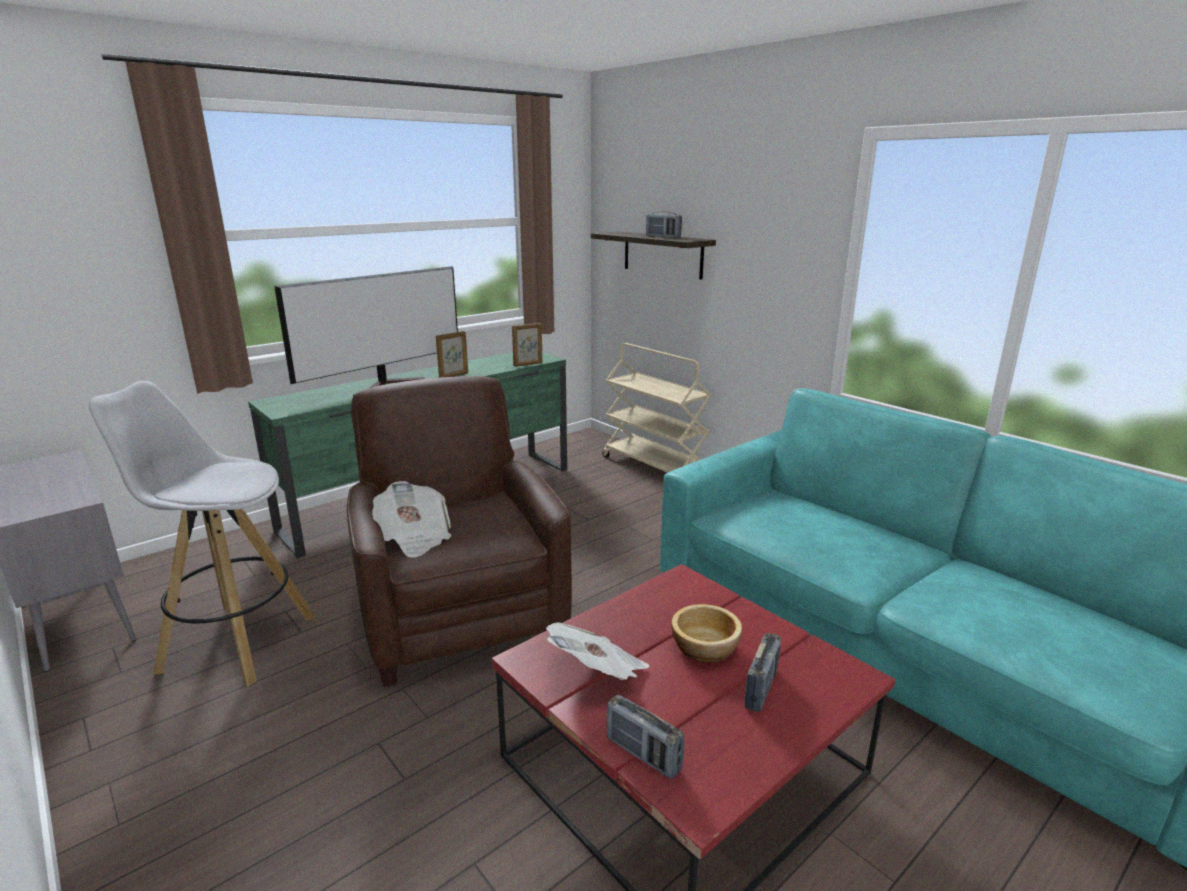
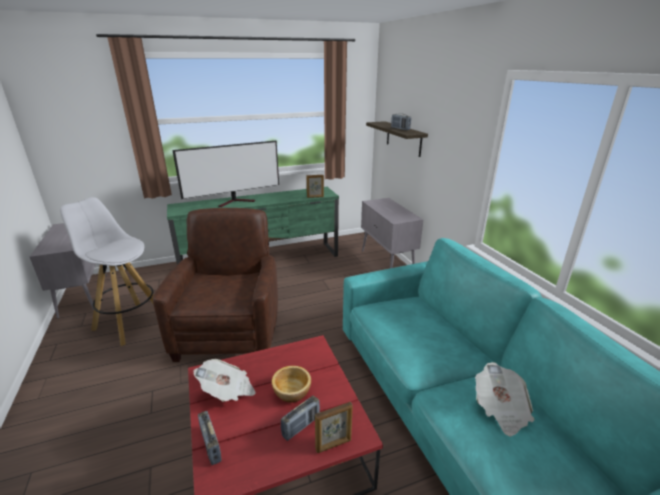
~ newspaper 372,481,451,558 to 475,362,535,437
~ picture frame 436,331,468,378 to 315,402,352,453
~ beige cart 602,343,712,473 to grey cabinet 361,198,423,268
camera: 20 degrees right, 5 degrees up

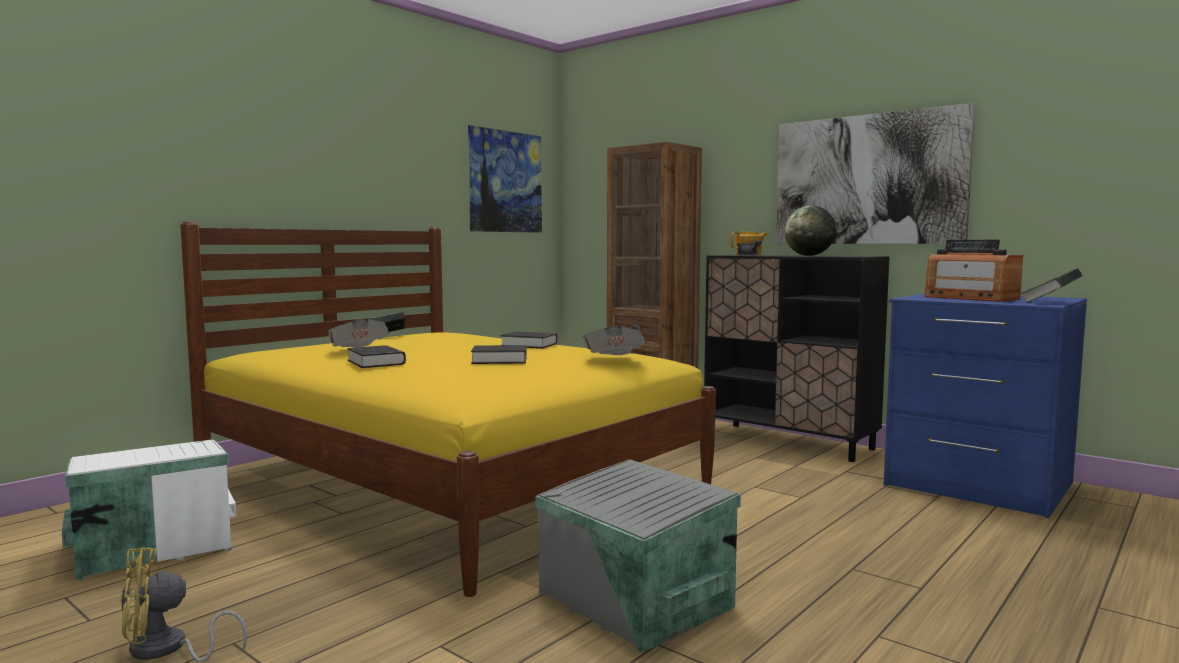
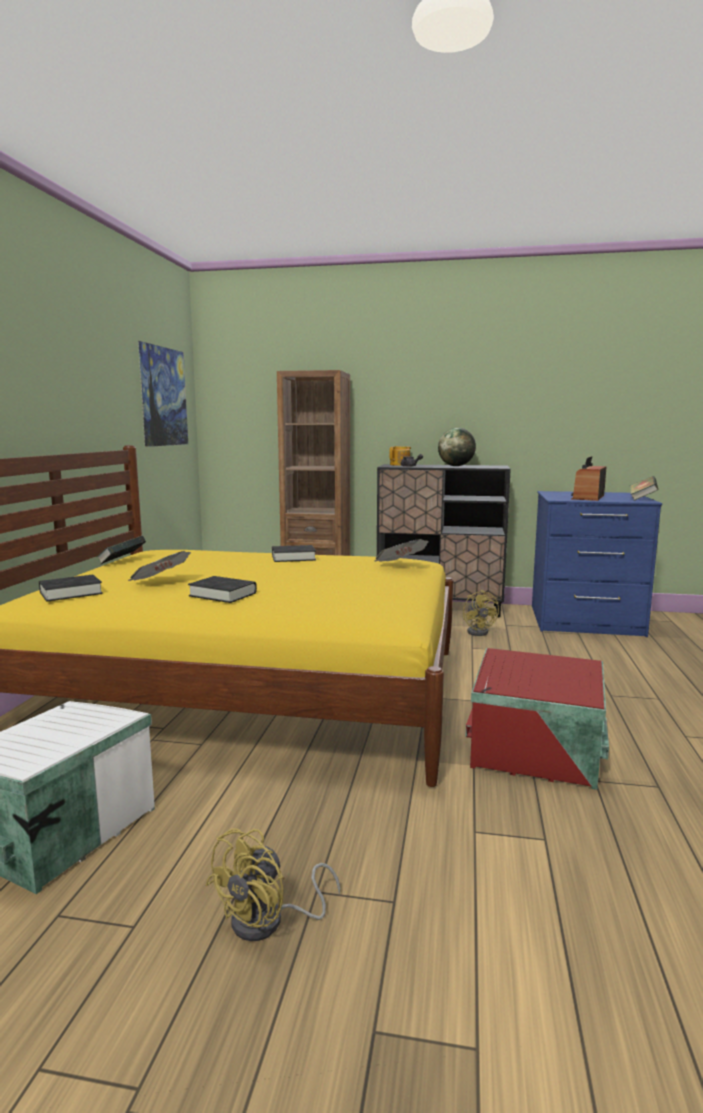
- picture 776,103,975,244
+ yellow fan 463,590,499,636
~ black book 471,345,527,364 to 39,575,103,602
~ grey storage box 535,459,741,653 to red storage box 465,648,609,790
~ radio 924,240,1023,302 = 571,456,607,501 90 degrees clockwise
camera: 30 degrees left, 5 degrees up

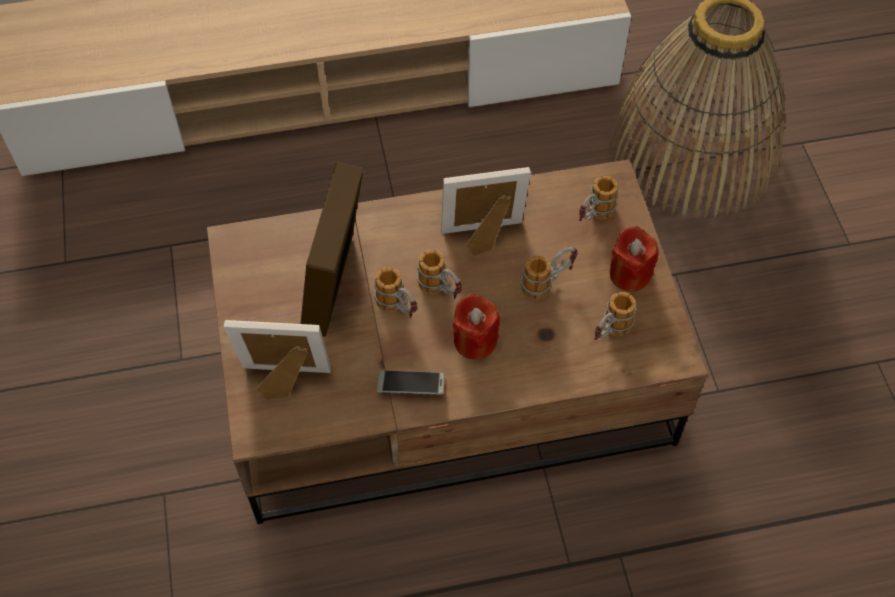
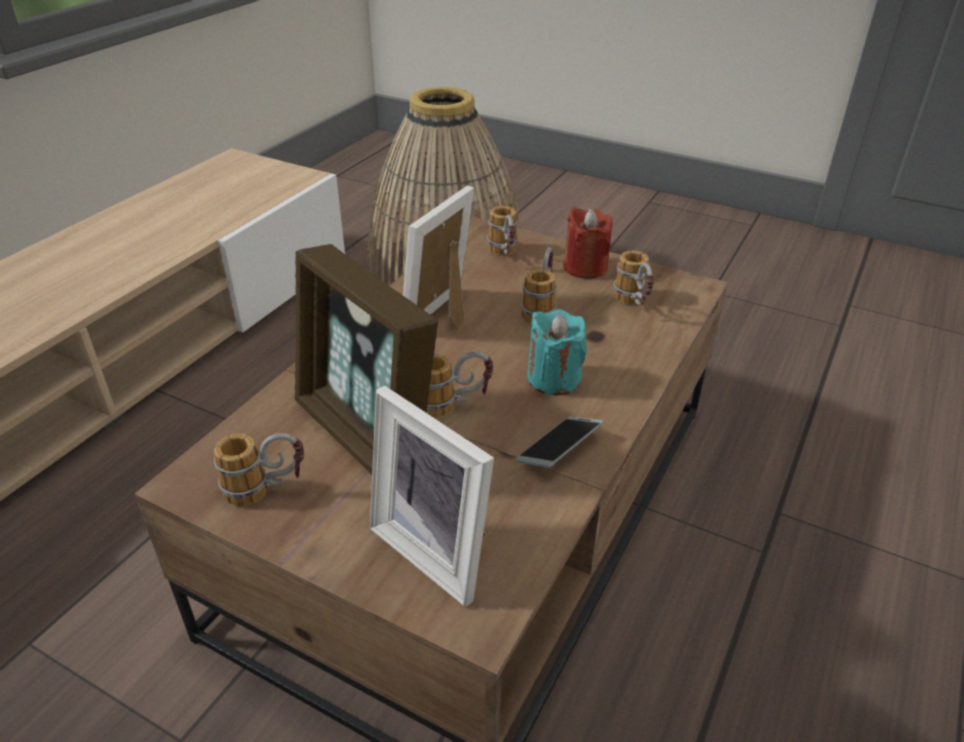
~ mug 417,250,462,299 to 214,433,304,506
~ red candle 453,293,500,359 to turquoise candle 527,309,587,395
~ picture frame 224,320,331,400 = 370,386,494,606 90 degrees counterclockwise
camera: 50 degrees left, 20 degrees down

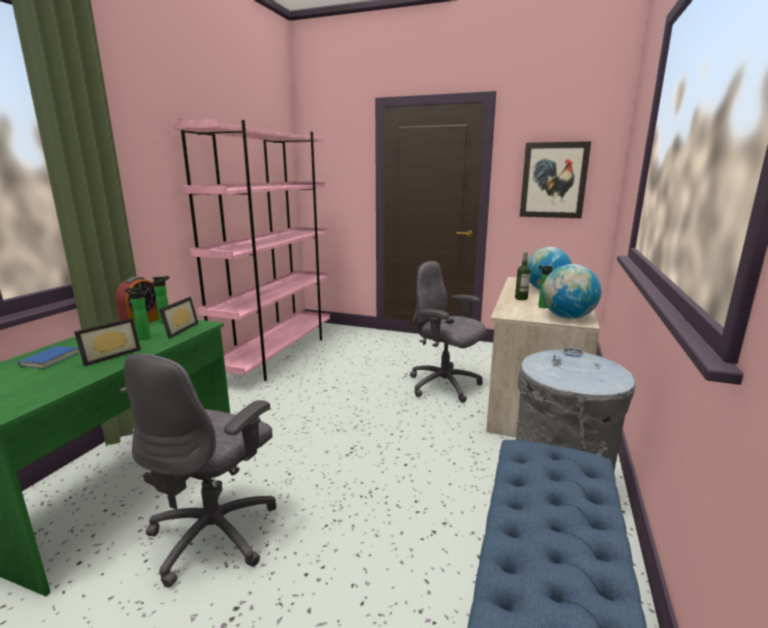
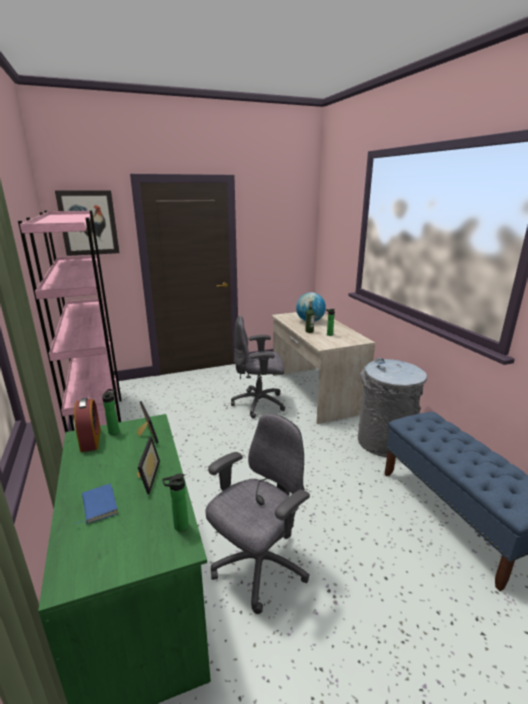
- globe 542,264,601,319
~ bottle 125,288,151,340 to 162,473,189,532
~ picture 520,141,591,218 to 55,190,119,256
~ grey office chair 124,353,277,588 = 205,414,310,614 120 degrees counterclockwise
camera: 40 degrees left, 5 degrees up

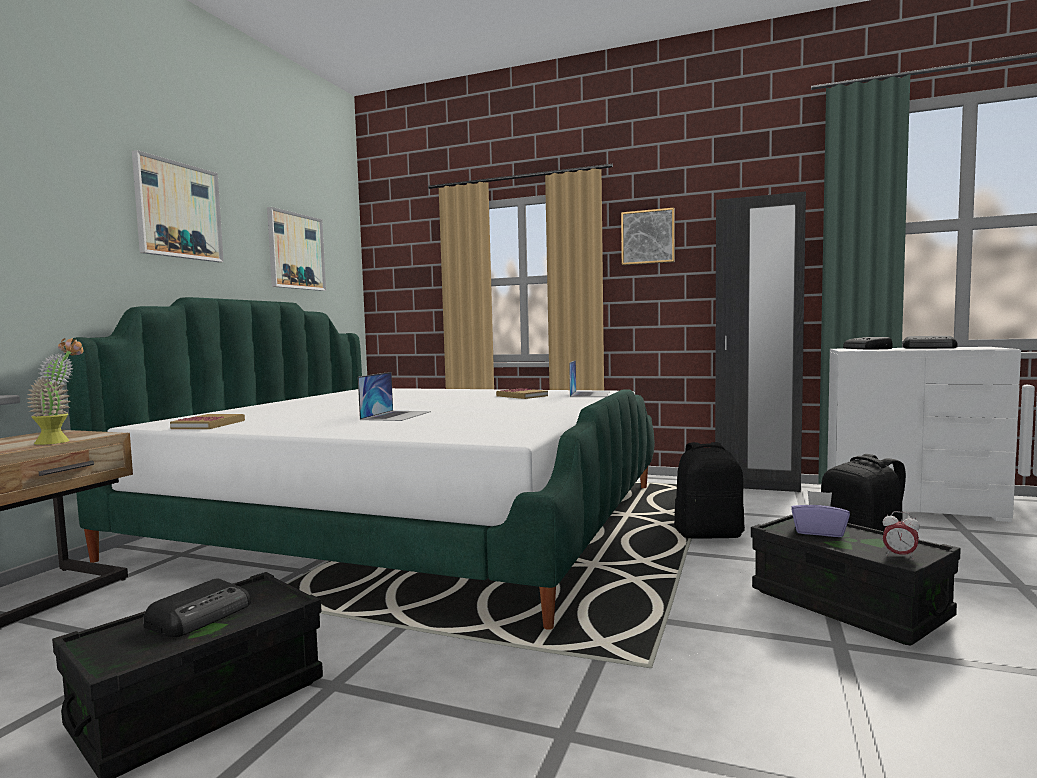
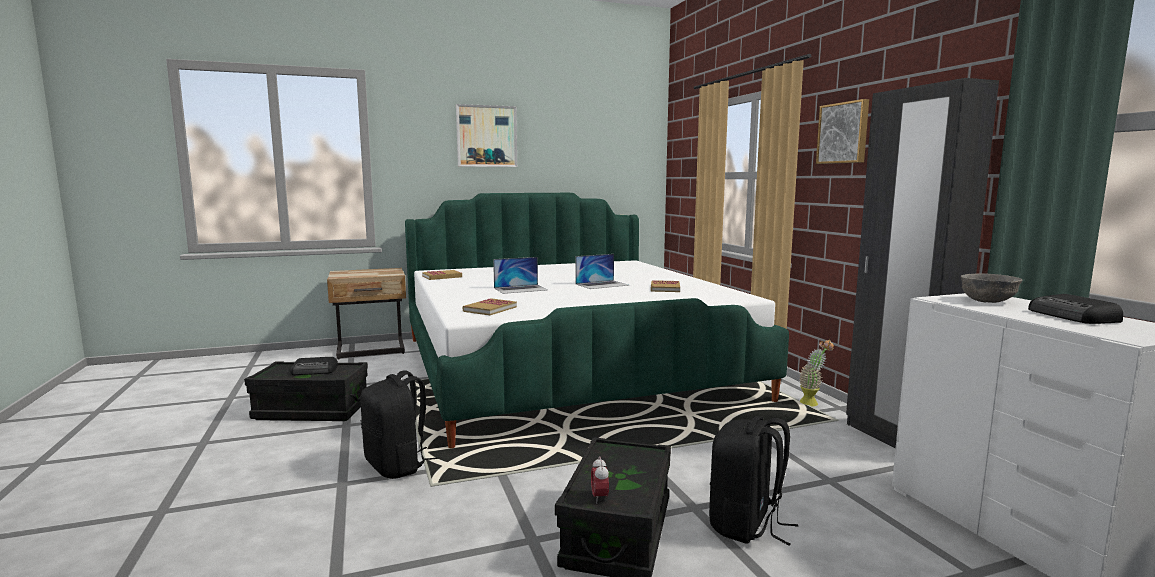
- picture 267,207,326,291
- purple tissue box 791,491,850,537
+ book 463,298,517,315
~ potted plant 27,338,84,445 to 799,340,834,407
~ laptop 569,360,610,397 to 576,254,629,289
~ black backpack 674,442,745,539 to 360,370,439,479
~ radio 843,337,893,350 to grey bowl 961,274,1023,303
camera: 50 degrees right, 5 degrees up

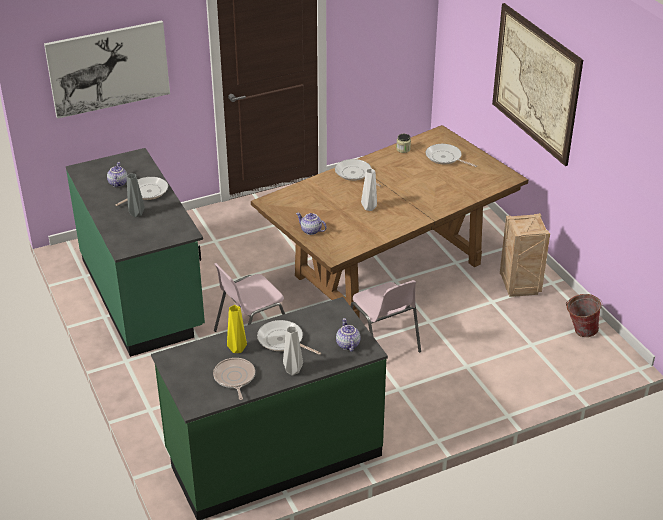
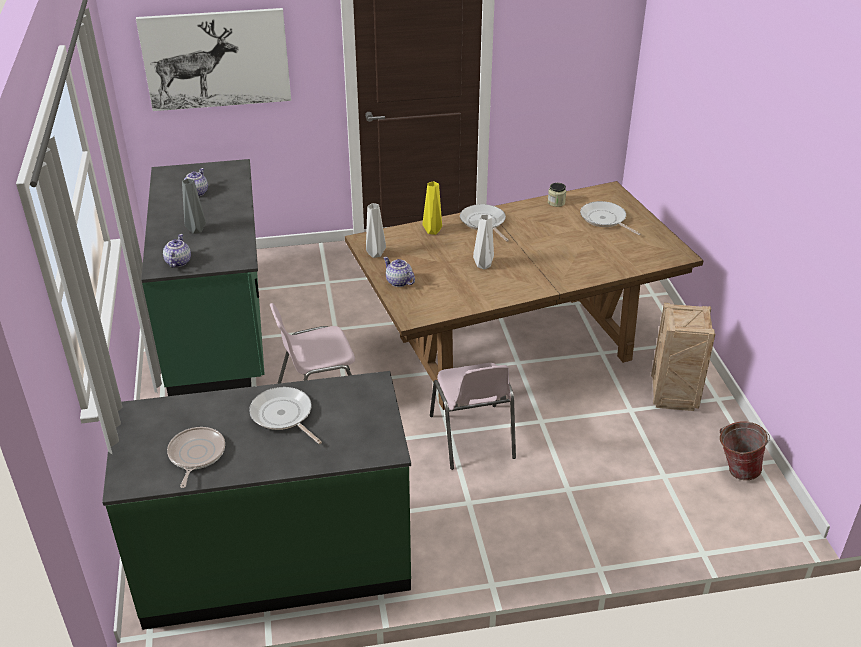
- frying pan 116,177,168,206
- picture 492,3,583,166
~ yellow vase 227,305,247,353 to 423,181,442,235
~ grey vase 283,326,303,375 to 366,203,386,258
~ teapot 336,318,360,352 to 163,234,191,268
camera: 15 degrees right, 0 degrees up

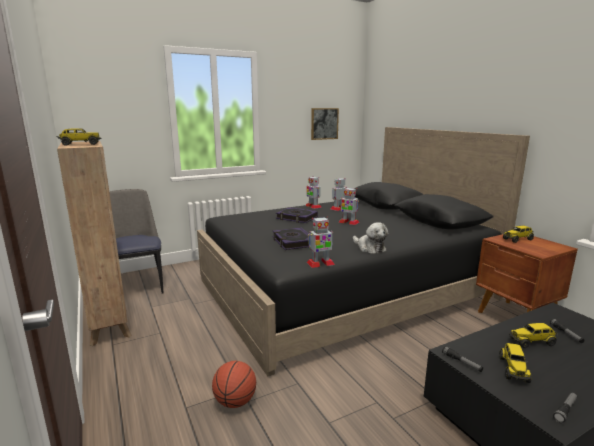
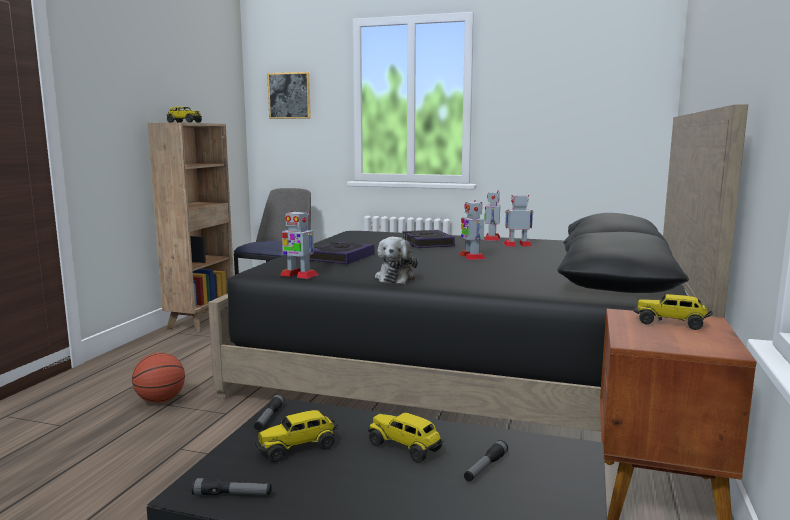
~ picture 311,108,339,140 to 267,72,311,119
camera: 45 degrees right, 5 degrees down

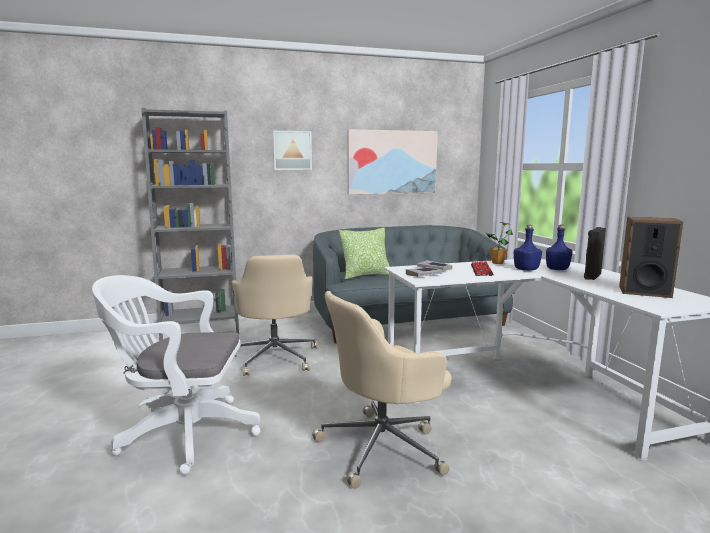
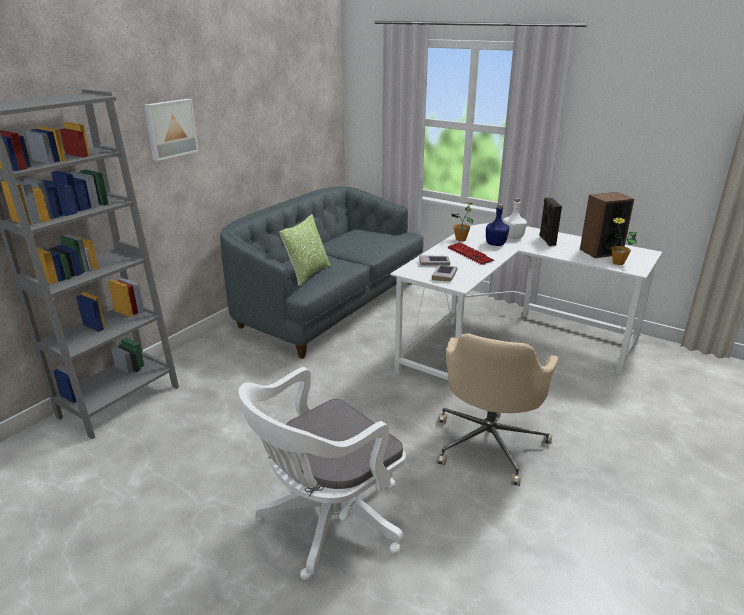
- beige office chair 232,255,318,376
- picture 347,129,438,194
+ potted plant 611,217,637,265
~ blue bottle 546,225,573,270 to white bottle 503,198,527,239
camera: 40 degrees left, 15 degrees up

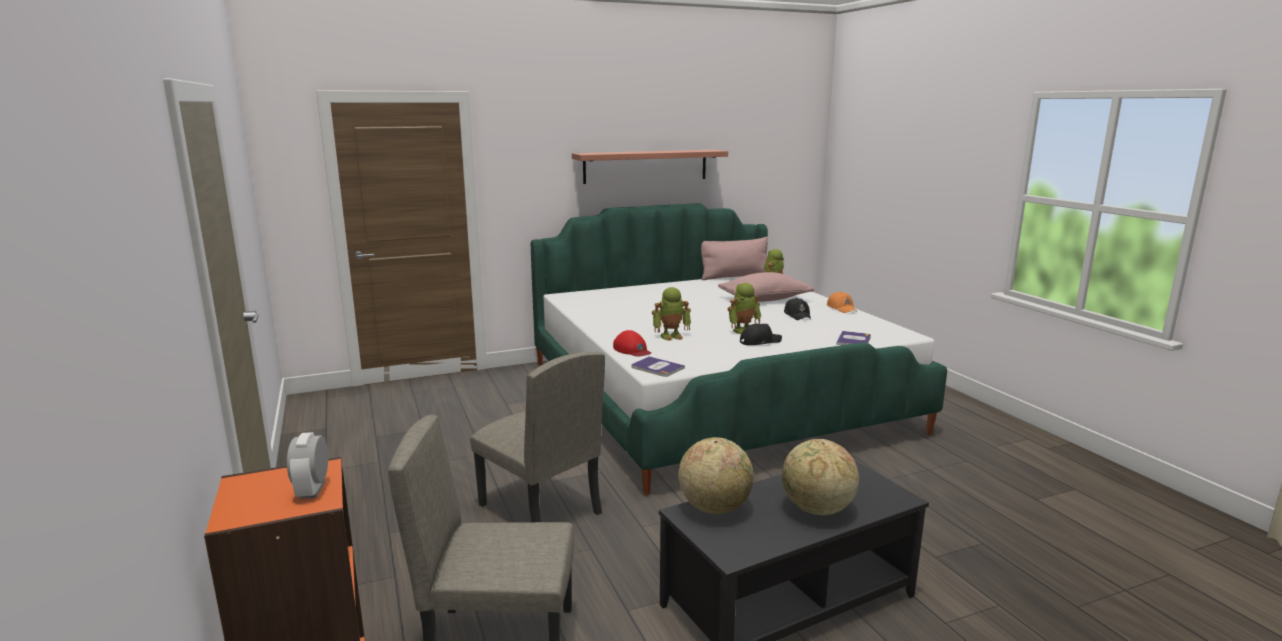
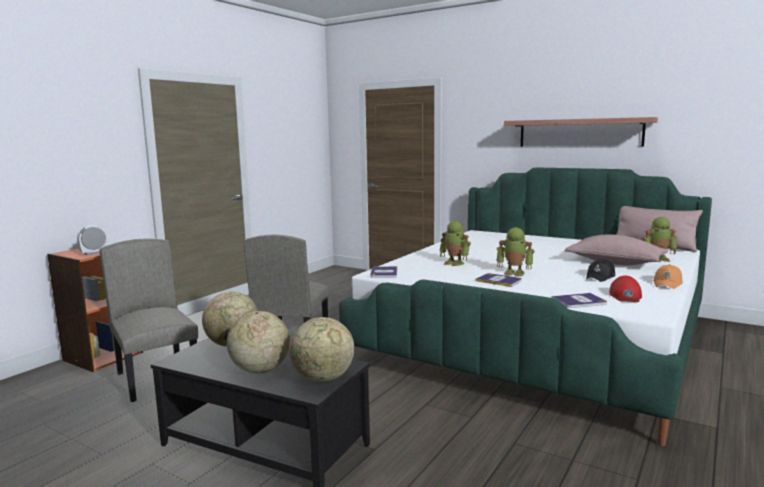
+ globe 290,317,354,382
~ red cap 613,330,651,356 to 609,276,642,302
~ black cap 740,324,782,345 to book 476,273,522,287
camera: 55 degrees right, 5 degrees down

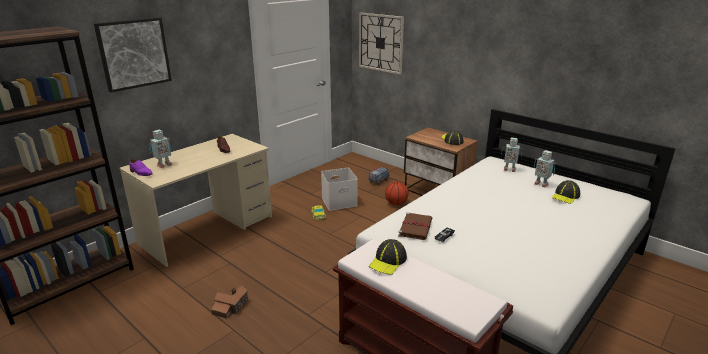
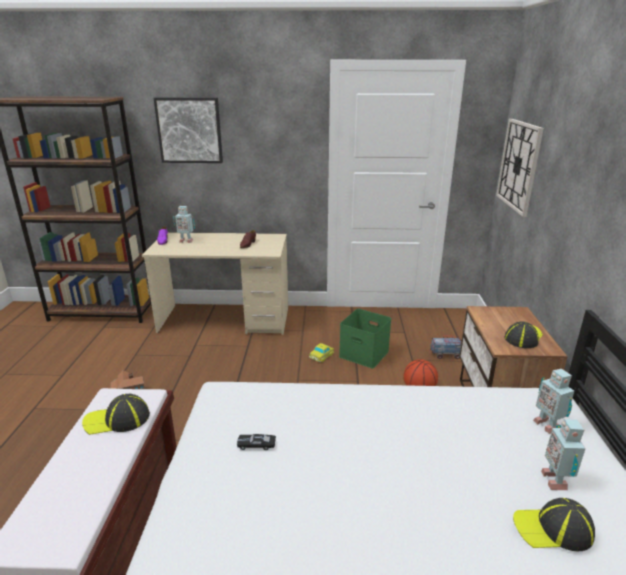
- brown book 398,212,432,240
~ white storage box 321,168,358,211 to green storage box 339,309,391,369
camera: 50 degrees right, 0 degrees up

